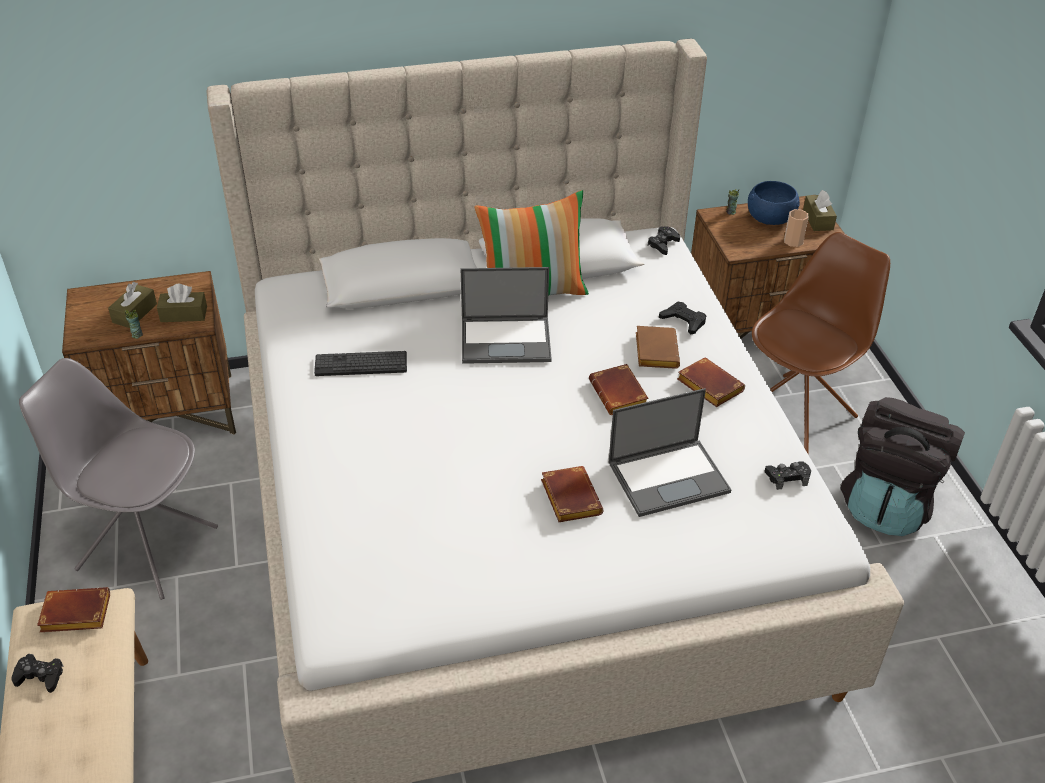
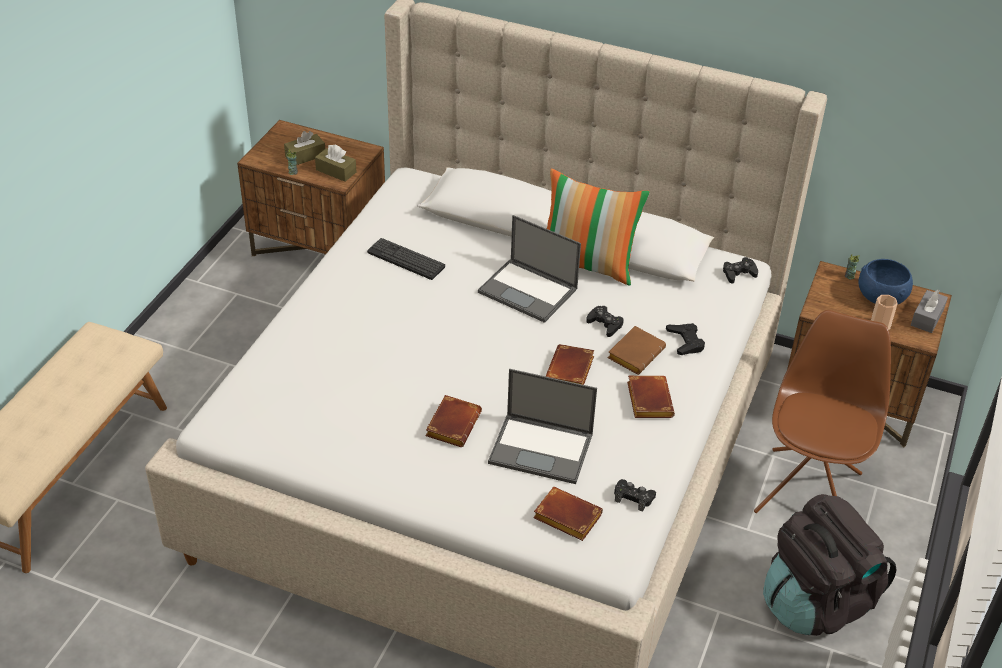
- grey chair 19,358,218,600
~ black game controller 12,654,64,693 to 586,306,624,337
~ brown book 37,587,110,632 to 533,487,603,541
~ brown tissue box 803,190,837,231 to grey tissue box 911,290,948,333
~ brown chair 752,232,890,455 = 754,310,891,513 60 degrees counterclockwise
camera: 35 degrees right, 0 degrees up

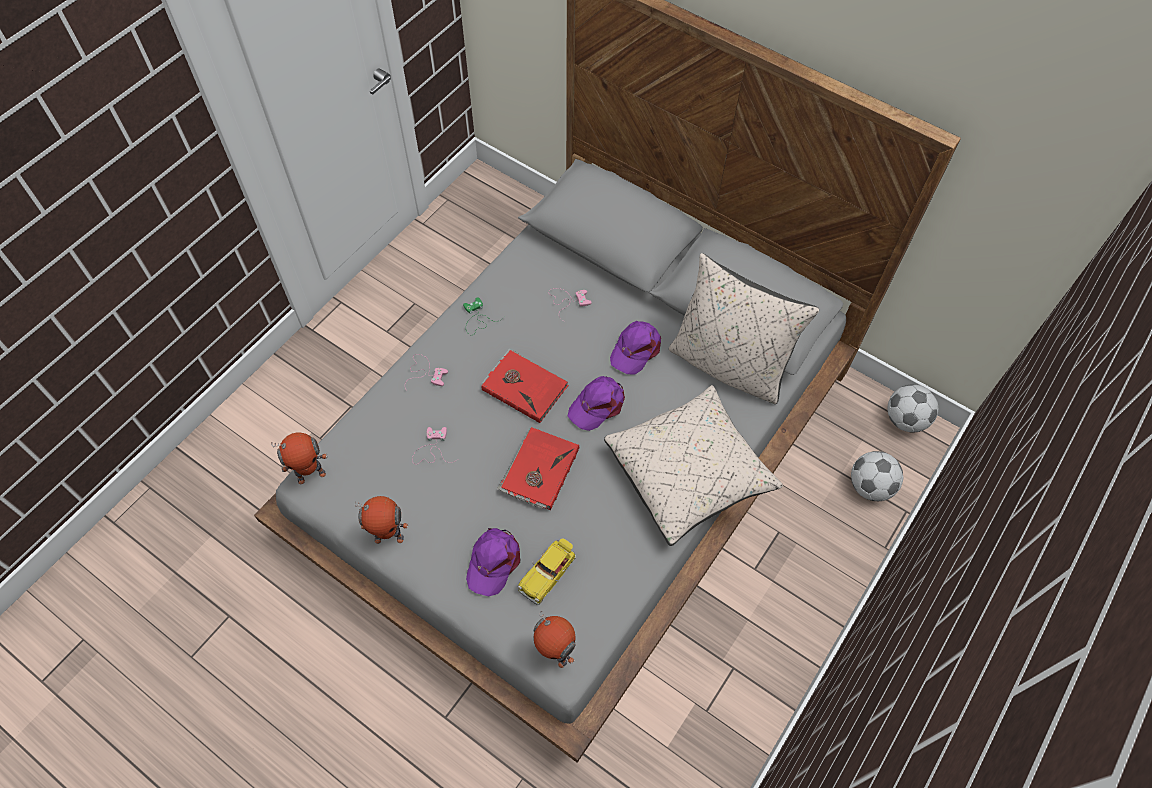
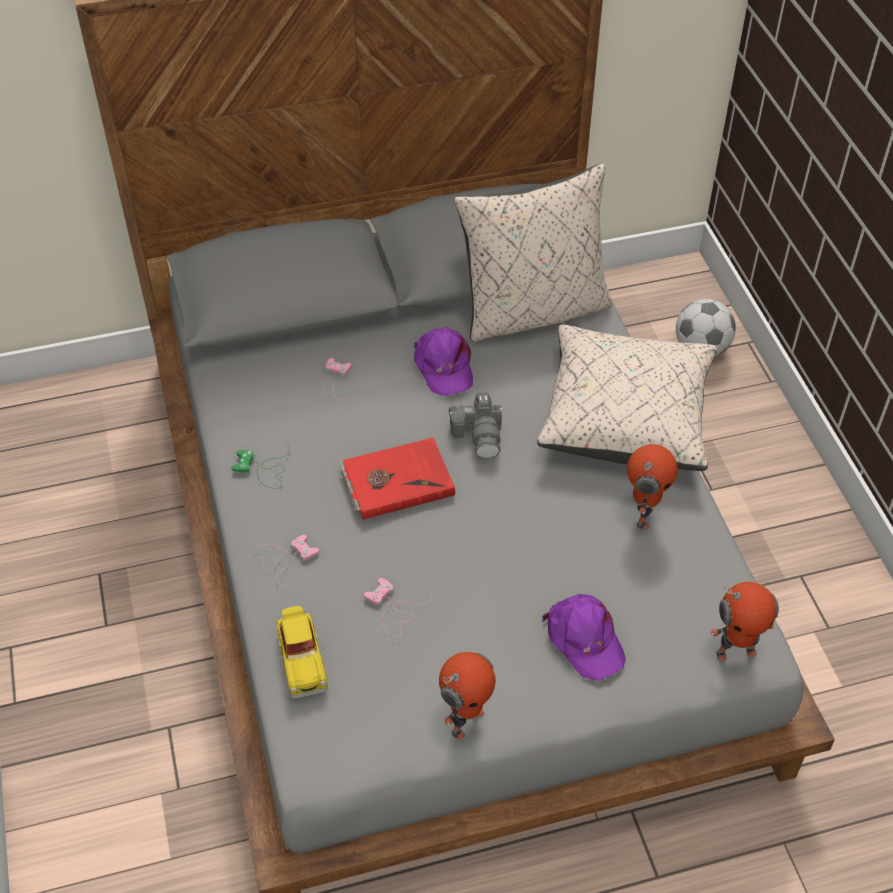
- red book 497,427,579,510
- football 888,384,938,432
~ toy robot 271,433,328,484 to 627,444,678,529
~ toy car 518,539,576,605 to 277,606,328,698
~ purple cap 568,376,625,431 to photo camera 449,392,503,459
camera: 50 degrees left, 10 degrees down

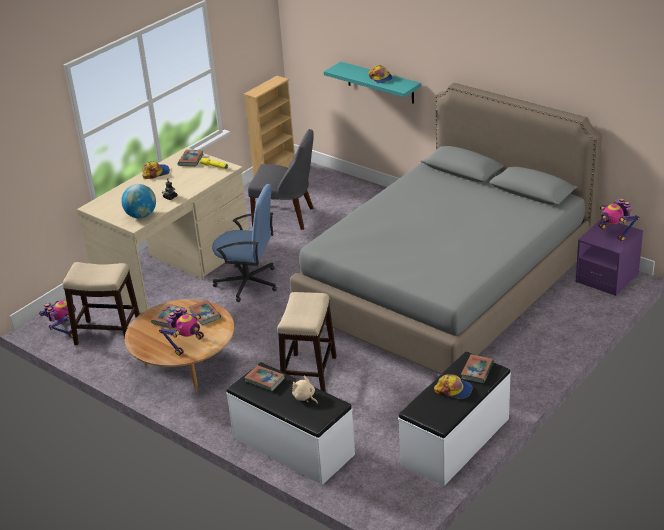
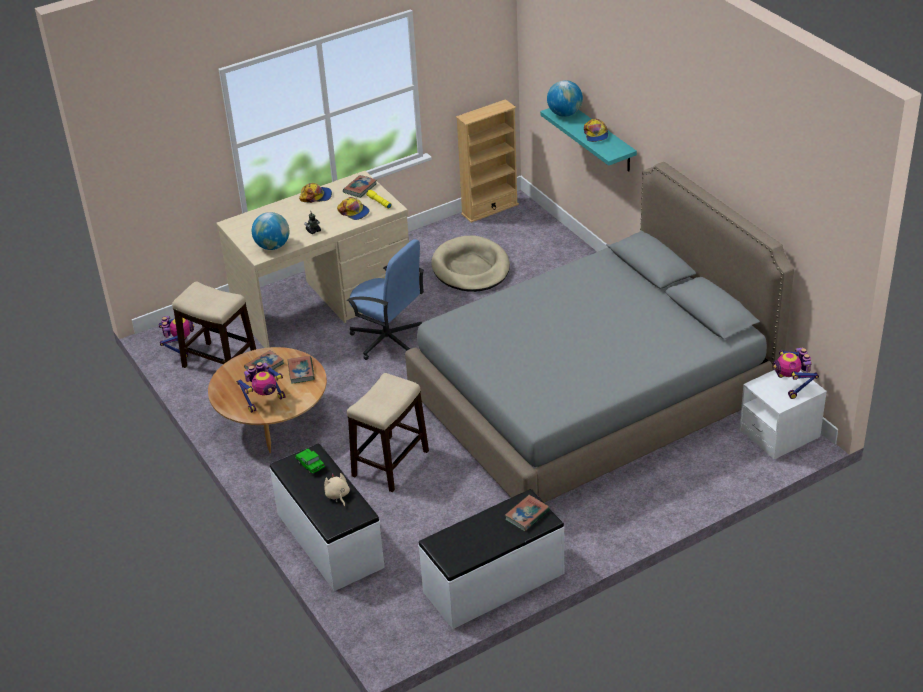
+ globe 547,80,583,117
~ cap 434,374,473,399 to 337,197,370,220
~ book 244,365,285,391 to toy car 295,449,325,474
~ grey chair 248,129,314,230 to beige dog bed 431,236,510,292
~ purple nightstand 576,218,643,296 to white nightstand 739,370,827,459
camera: 20 degrees right, 5 degrees up

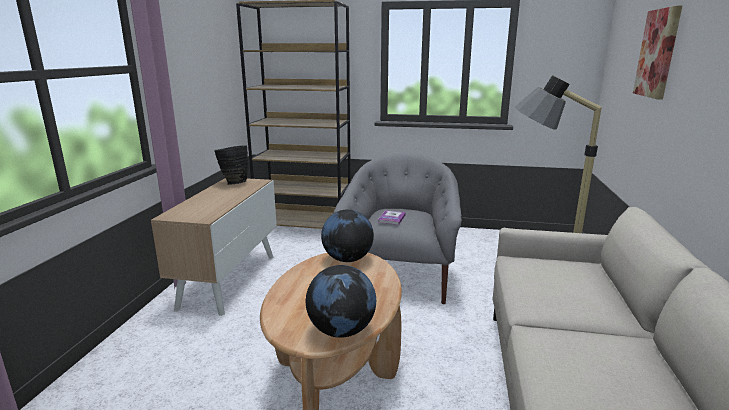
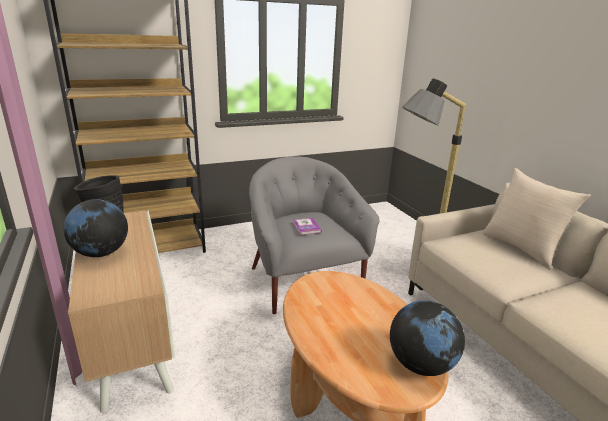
- picture 633,5,682,100
+ beige pillow 482,168,591,270
~ globe 321,209,374,262 to 63,199,128,257
camera: 35 degrees left, 5 degrees up

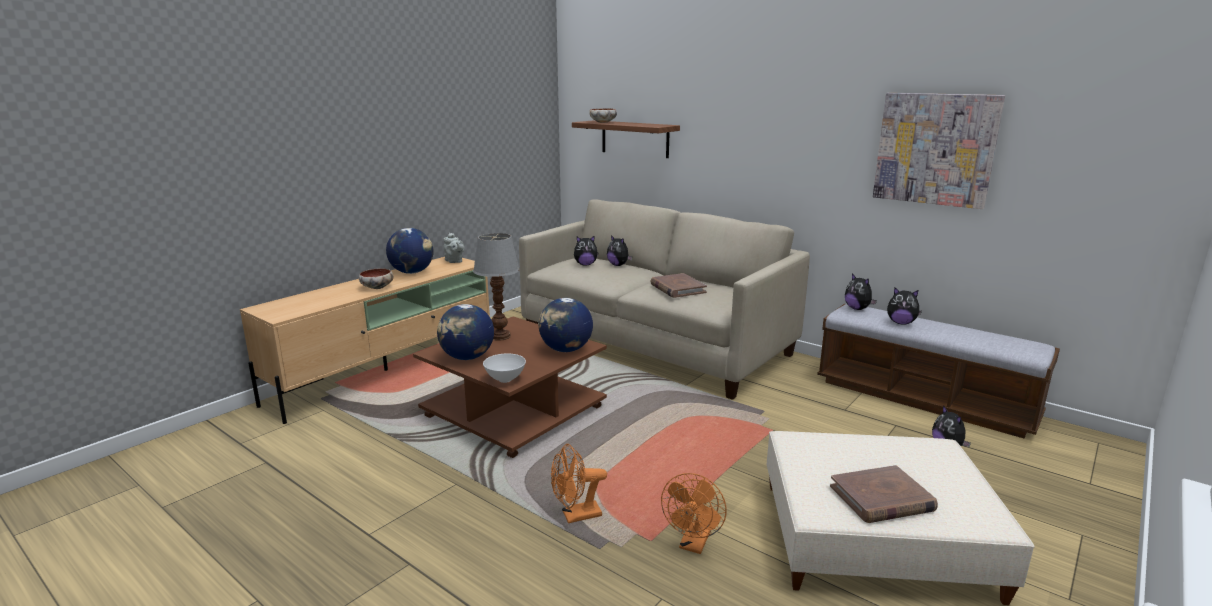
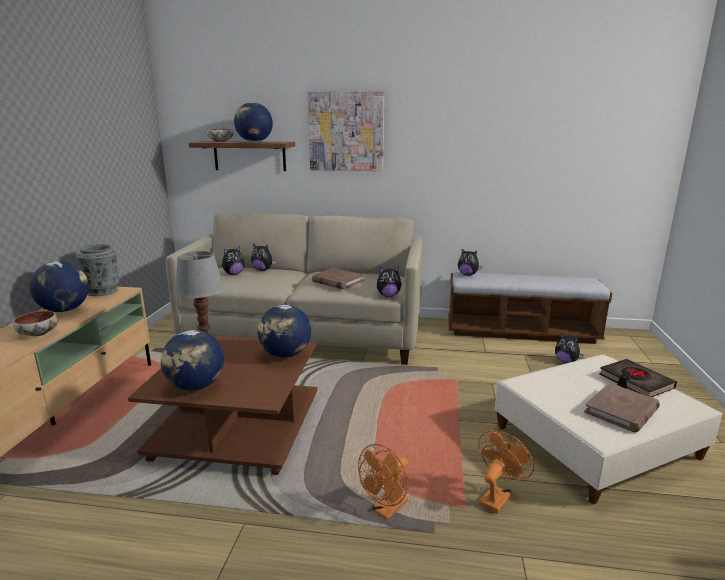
- white bowl 483,354,526,383
+ globe 234,102,273,142
+ black book 599,359,677,397
~ picture 873,93,1005,209 to 308,91,384,171
~ plush toy 887,287,922,325 to 377,266,402,297
~ grey teapot 443,233,464,263 to grey vase 76,244,120,296
~ orange fan 661,473,727,554 = 478,430,534,514 135 degrees counterclockwise
camera: 30 degrees left, 0 degrees up

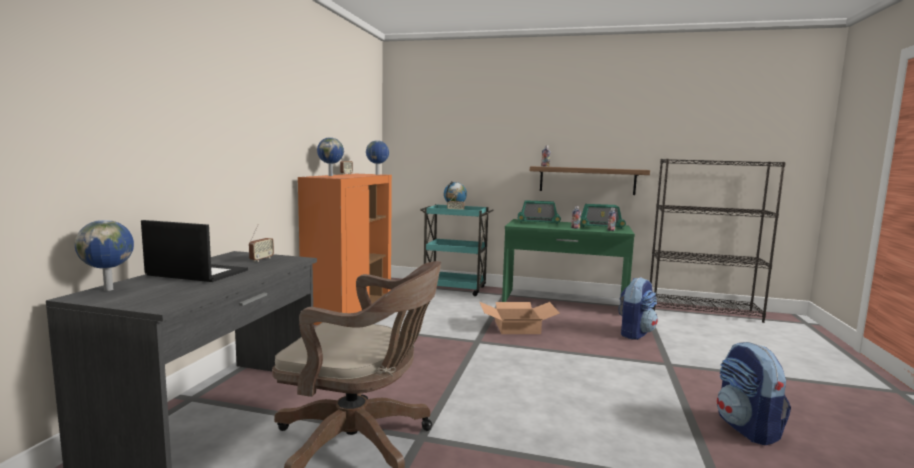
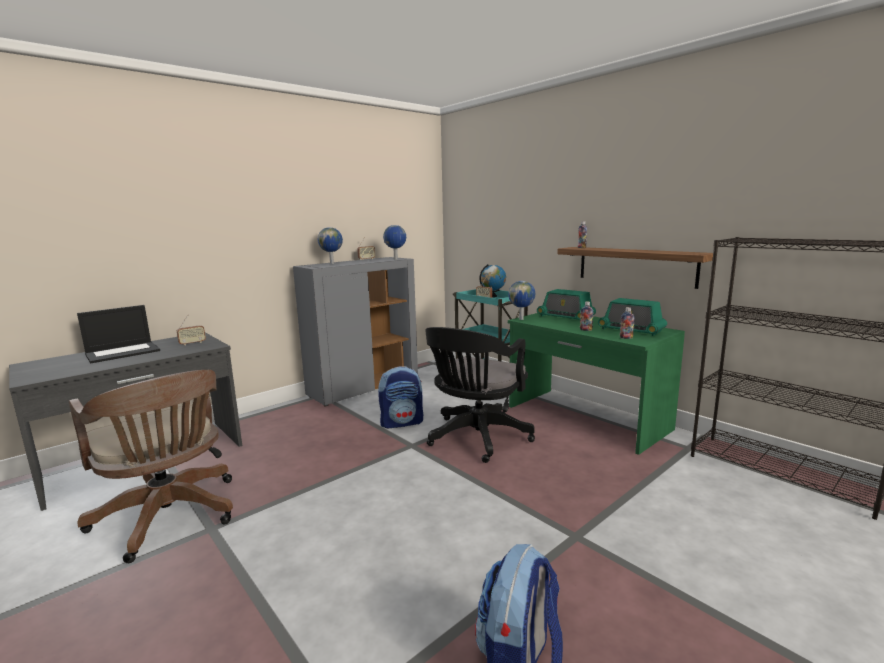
~ globe 75,220,134,291 to 508,281,535,320
~ backpack 618,277,658,340 to 378,366,423,428
~ cardboard box 480,302,560,334 to black office chair 425,327,535,463
~ orange cabinet 298,174,392,325 to grey cabinet 293,257,418,406
~ laptop 141,220,248,282 = 77,305,160,363 90 degrees clockwise
camera: 35 degrees right, 5 degrees up

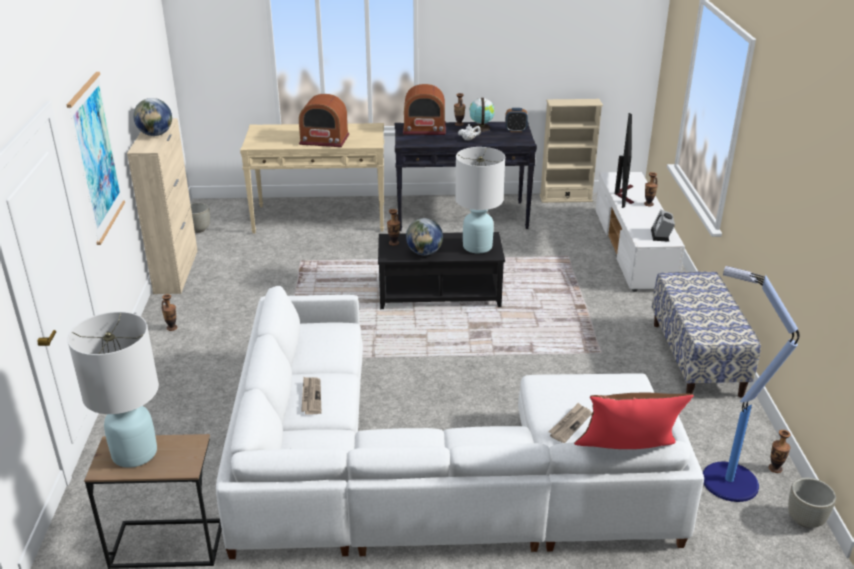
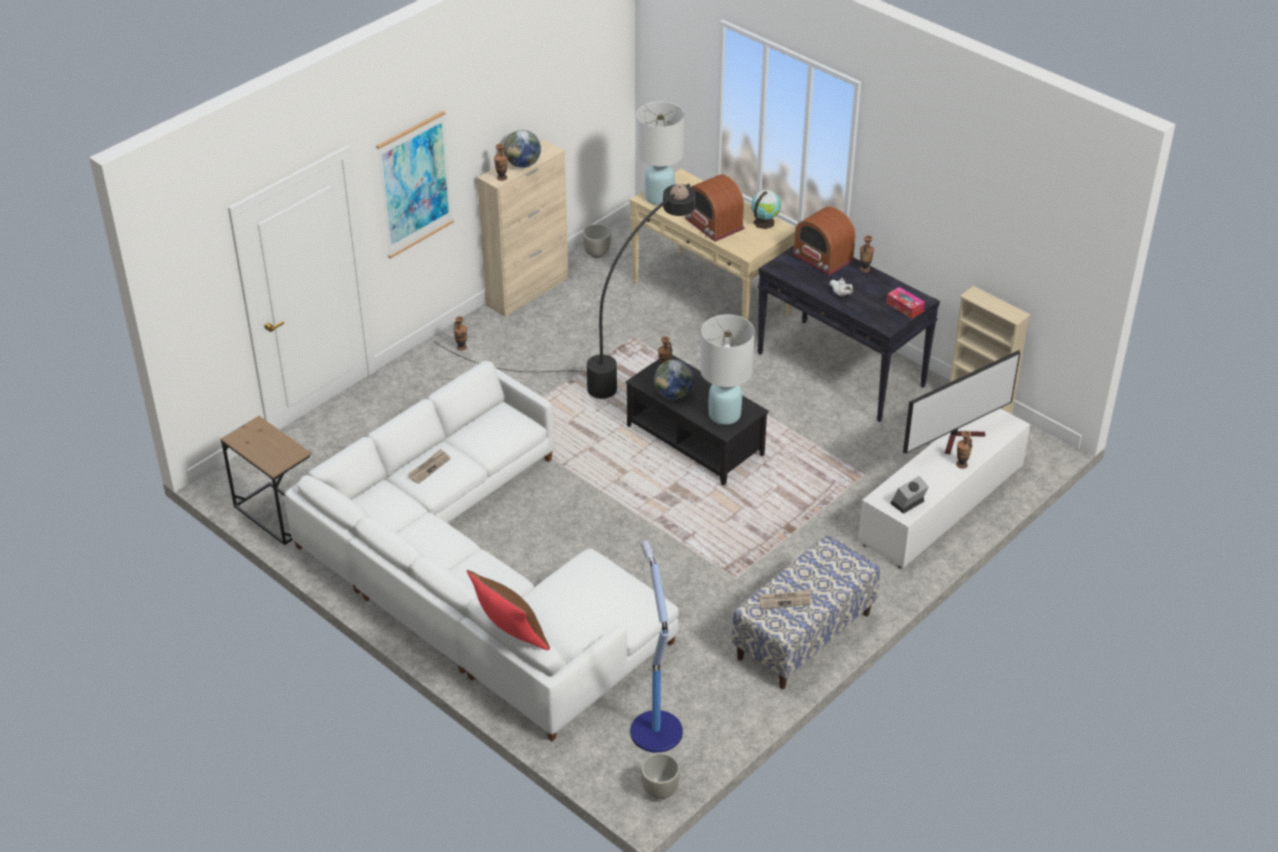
+ black floor lamp 434,184,696,399
~ white table lamp 67,312,159,468 to 637,101,685,205
~ globe 470,98,494,132 to 751,190,781,229
~ newspaper 549,403,592,443 to 759,590,812,609
~ vase 769,430,791,473 to 494,144,508,181
~ alarm clock 505,108,528,132 to tissue box 886,287,925,319
camera: 45 degrees right, 10 degrees up

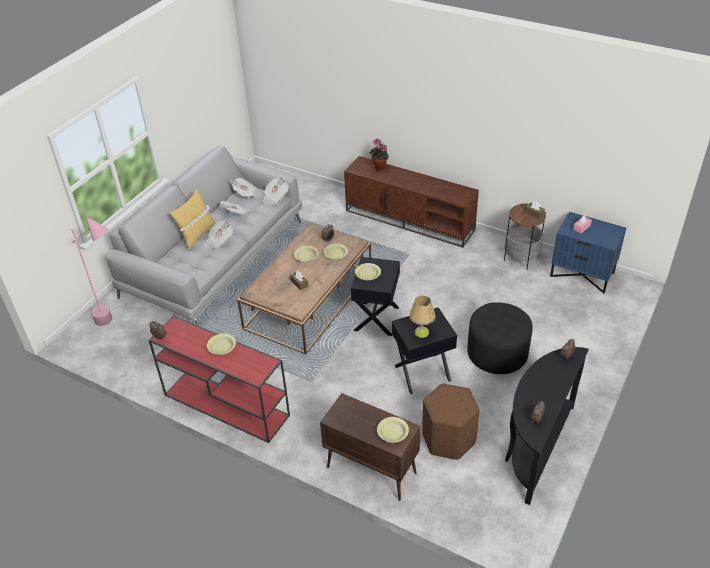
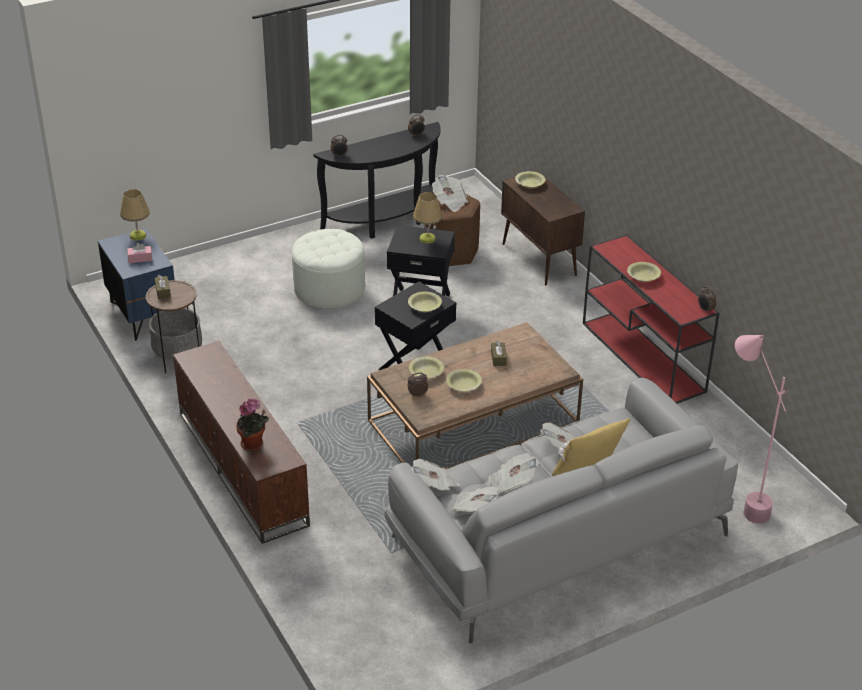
+ table lamp 120,189,150,240
+ newspaper 432,175,468,212
~ black ottoman 467,302,533,374 to white ottoman 292,229,365,309
camera: 150 degrees left, 5 degrees down

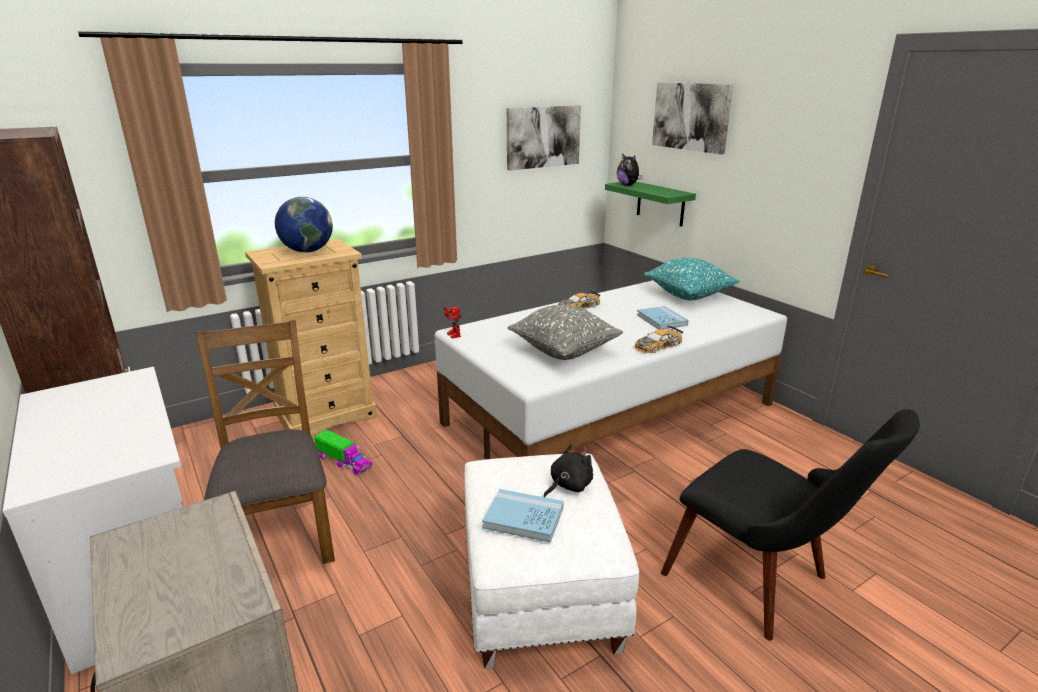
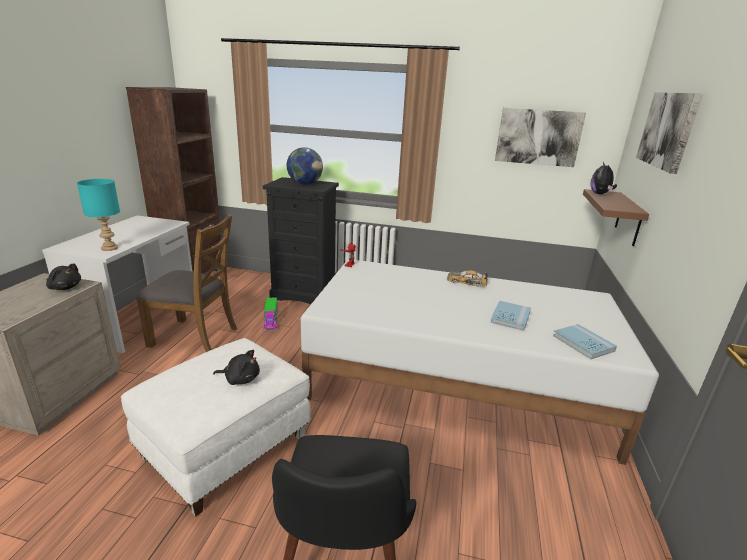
- grey pillow 508,305,623,360
- toy car 634,326,683,353
- turquoise pillow 644,258,739,300
+ black plush toy 46,263,81,290
+ turquoise table lamp 77,179,120,251
~ blue book 482,489,564,543 to 553,324,617,359
~ beige dresser 245,239,377,436 to black dresser 263,177,339,304
~ green shelf 605,182,696,227 to brown shelf 583,189,649,246
~ brown chair 195,320,335,564 = 136,214,237,352 75 degrees clockwise
camera: 45 degrees right, 0 degrees up

